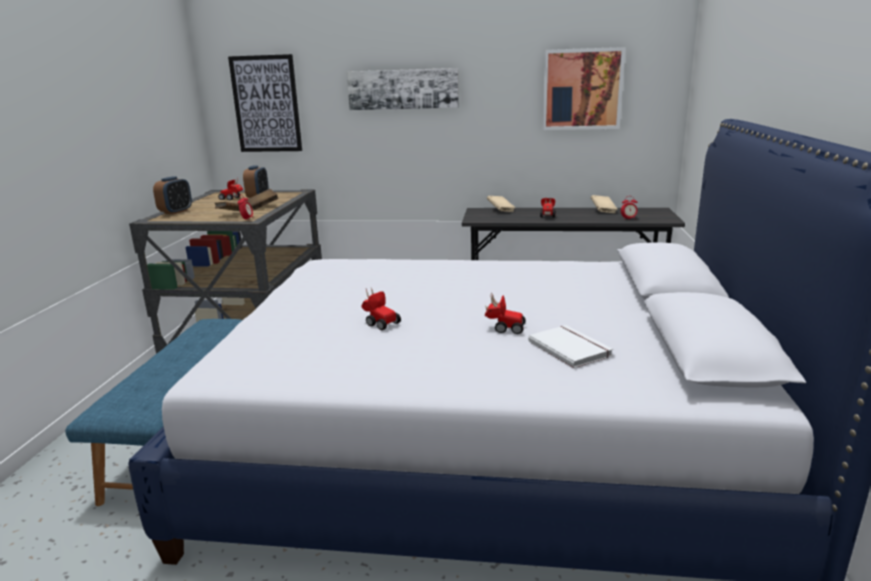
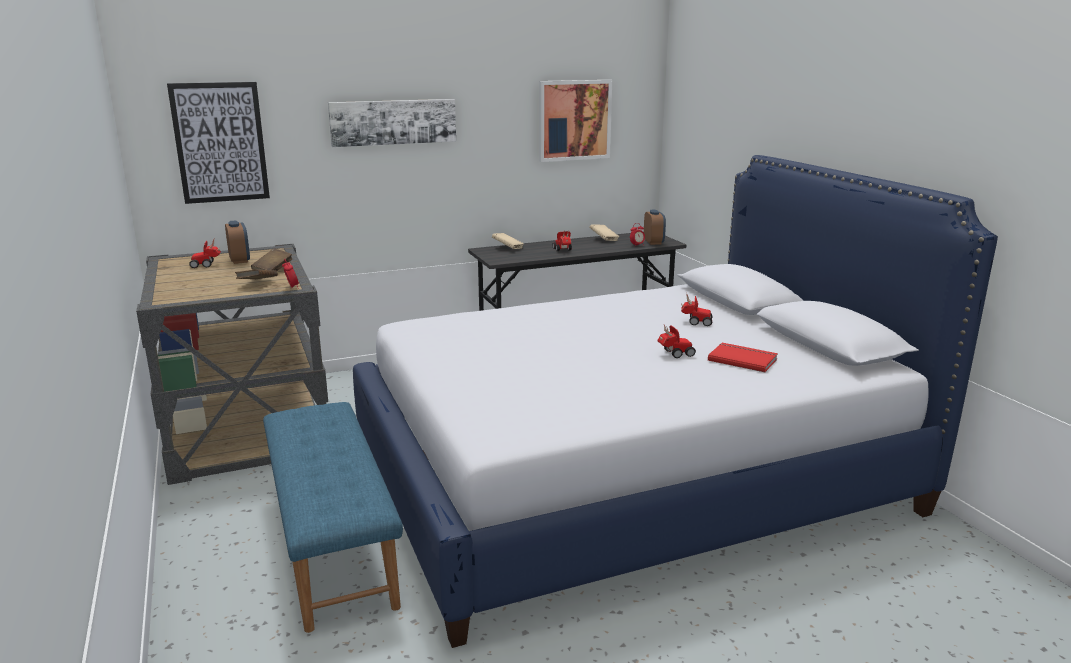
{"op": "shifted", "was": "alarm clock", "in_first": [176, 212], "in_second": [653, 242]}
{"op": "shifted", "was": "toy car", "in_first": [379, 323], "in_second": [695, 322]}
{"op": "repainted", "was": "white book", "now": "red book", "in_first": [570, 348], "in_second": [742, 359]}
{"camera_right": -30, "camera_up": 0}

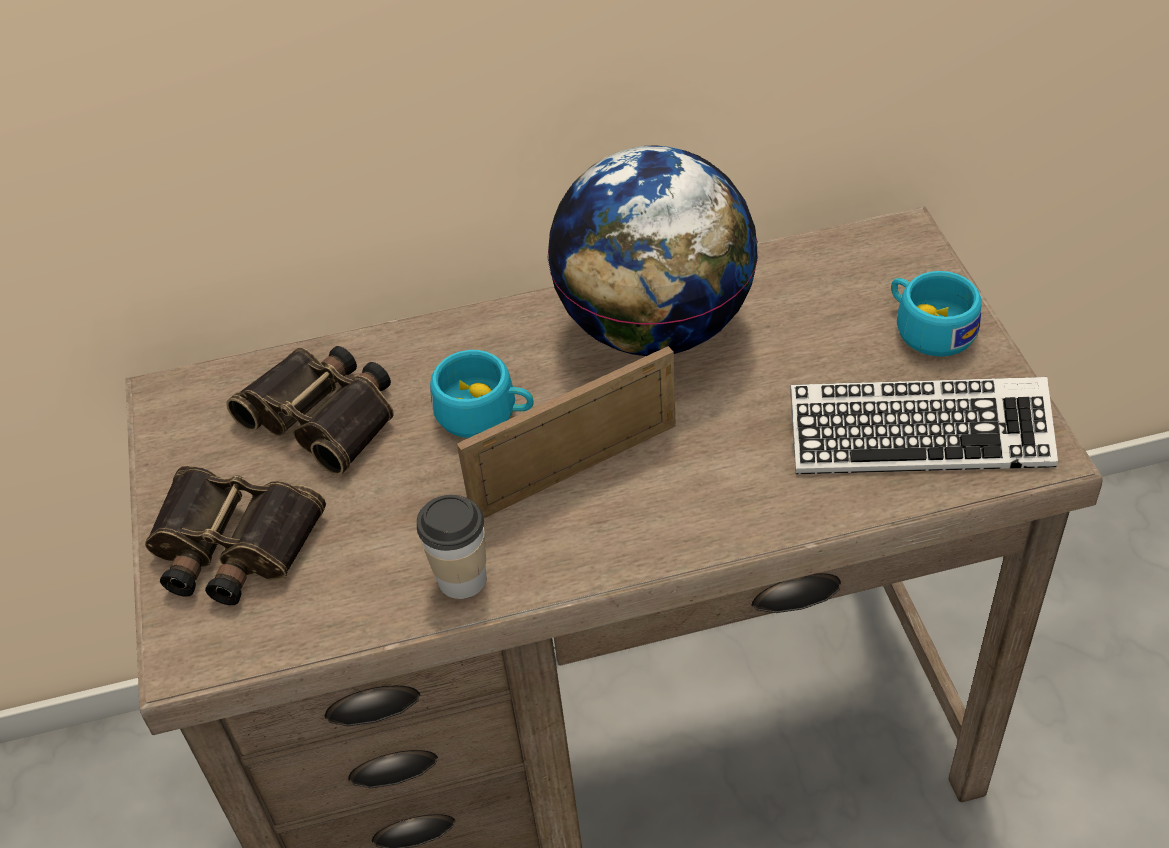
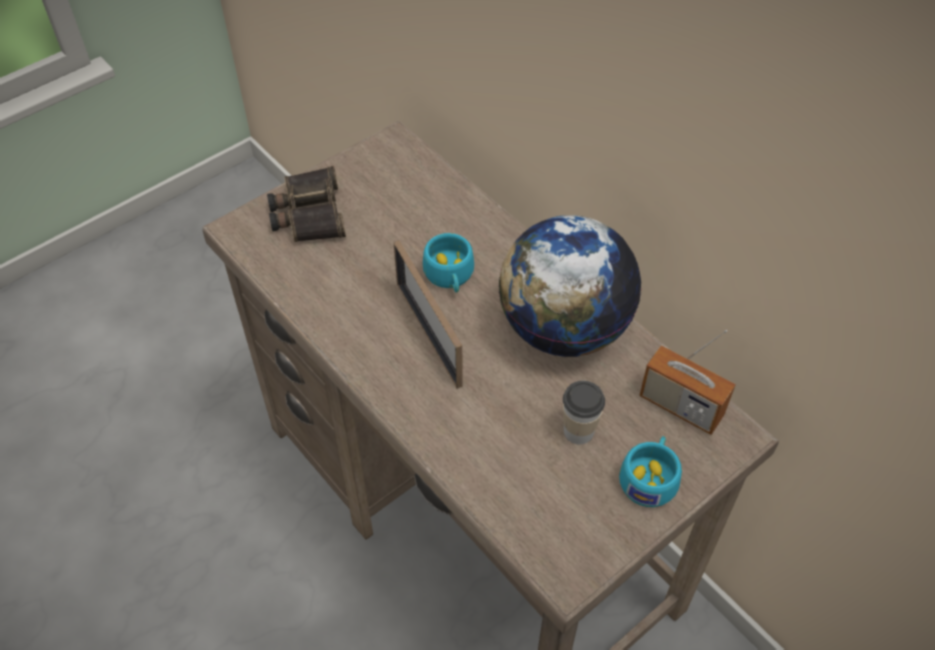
{"op": "gone", "was": "binoculars", "in_first": [325, 415]}
{"op": "gone", "was": "keyboard", "in_first": [919, 437]}
{"op": "new", "now": "radio", "in_second": [681, 406]}
{"op": "shifted", "was": "cup", "in_first": [462, 579], "in_second": [578, 431]}
{"op": "rotated", "was": "picture frame", "in_first": [575, 470], "in_second": [428, 333], "clockwise": -150}
{"camera_right": 60, "camera_up": 5}

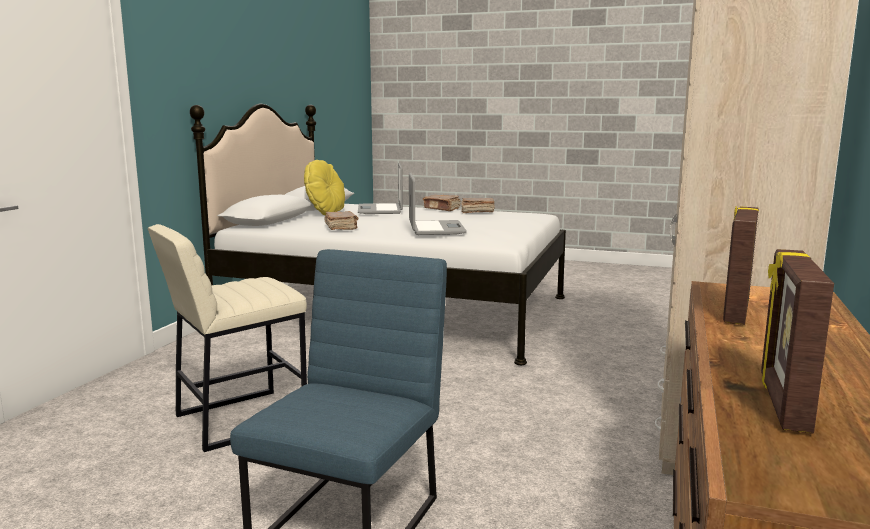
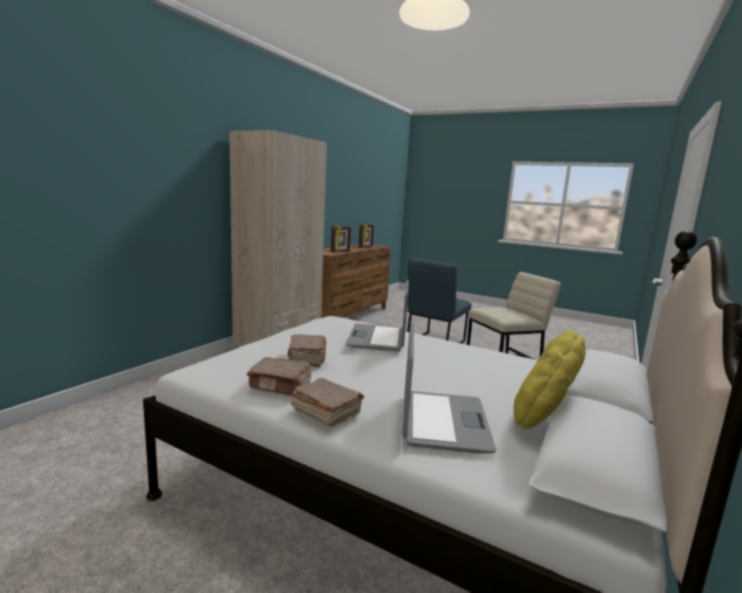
{"op": "shifted", "was": "brown book", "in_first": [341, 228], "in_second": [306, 359]}
{"camera_right": -170, "camera_up": 0}

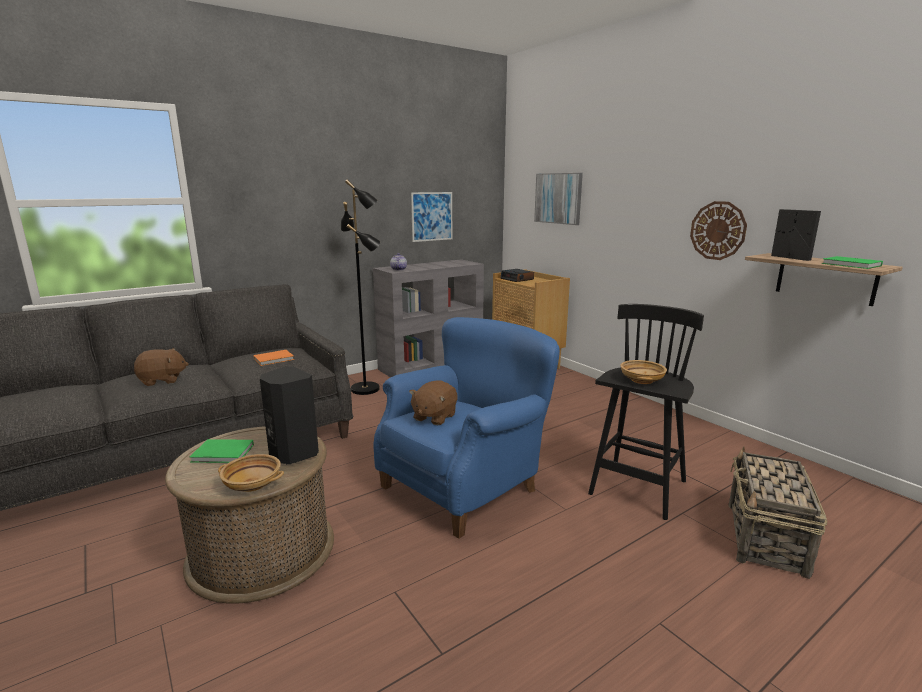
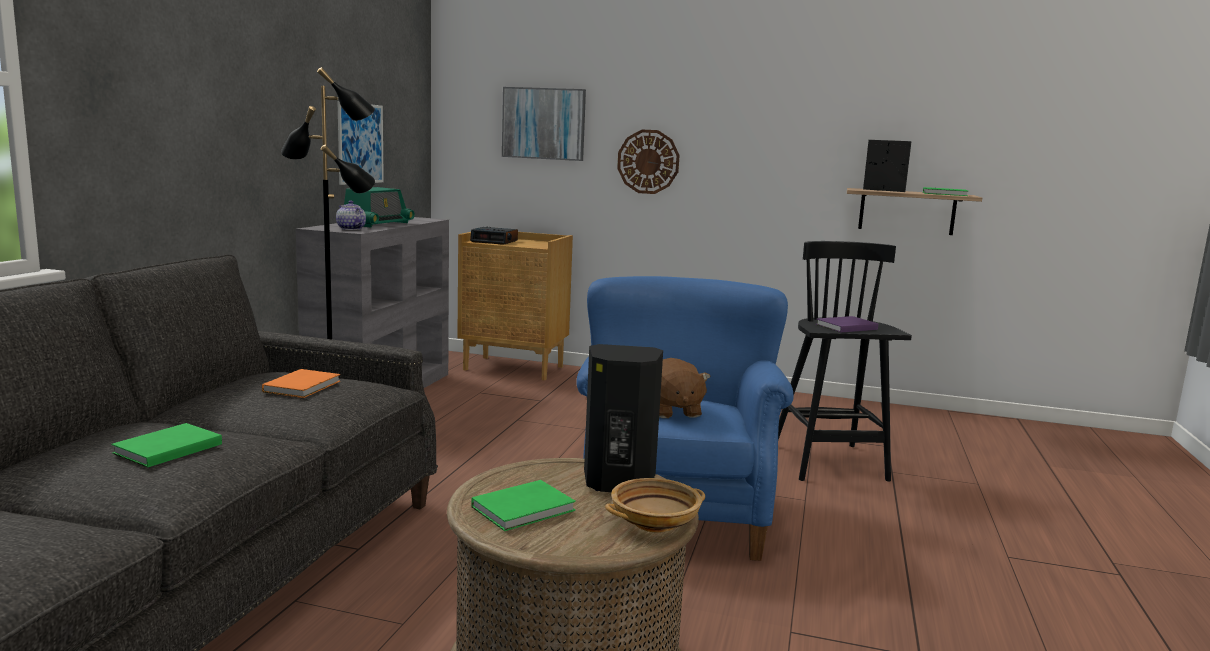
{"op": "gone", "was": "basket", "in_first": [765, 539]}
{"op": "new", "now": "radio", "in_second": [377, 224]}
{"op": "shifted", "was": "wall clock", "in_first": [718, 230], "in_second": [648, 161]}
{"op": "swapped", "was": "brown plush toy", "now": "green book", "in_first": [162, 380], "in_second": [165, 449]}
{"op": "swapped", "was": "beige bowl", "now": "purple book", "in_first": [641, 380], "in_second": [844, 327]}
{"camera_right": -40, "camera_up": -5}

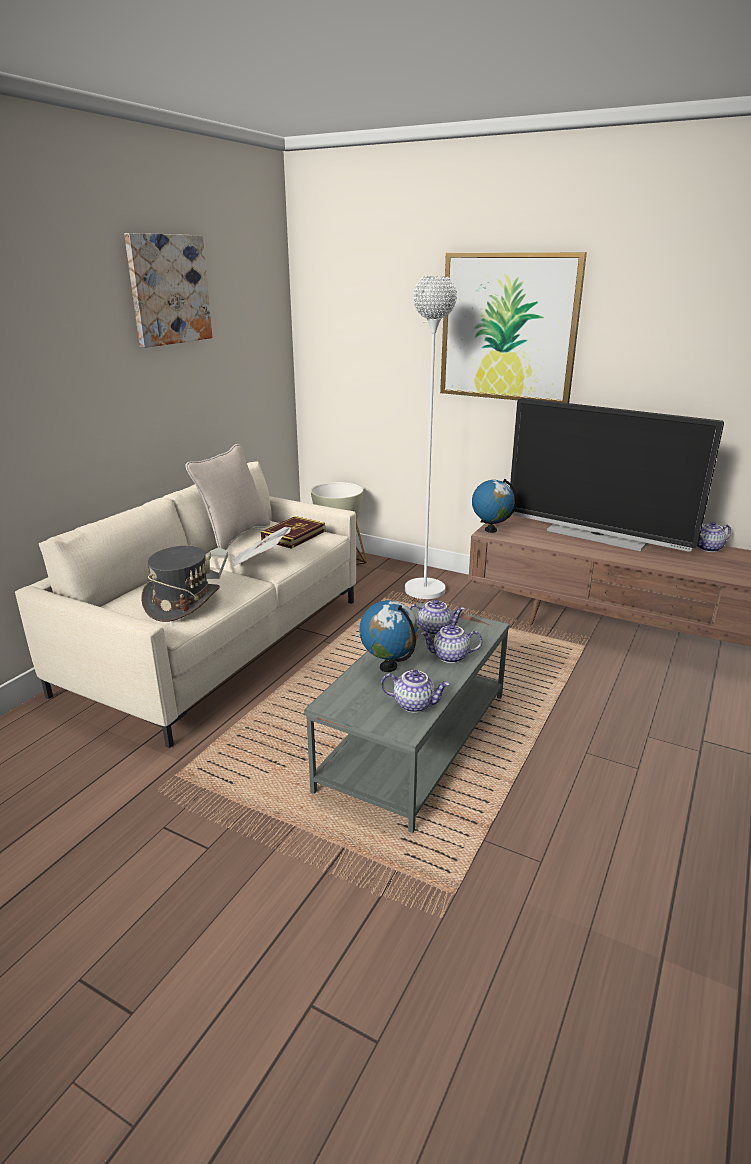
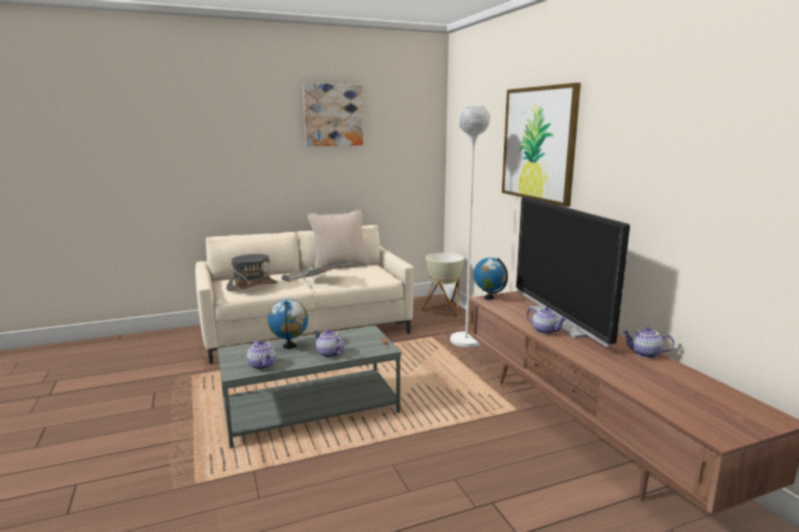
{"op": "gone", "was": "book", "in_first": [293, 536]}
{"op": "shifted", "was": "teapot", "in_first": [435, 629], "in_second": [545, 331]}
{"camera_right": 40, "camera_up": -10}

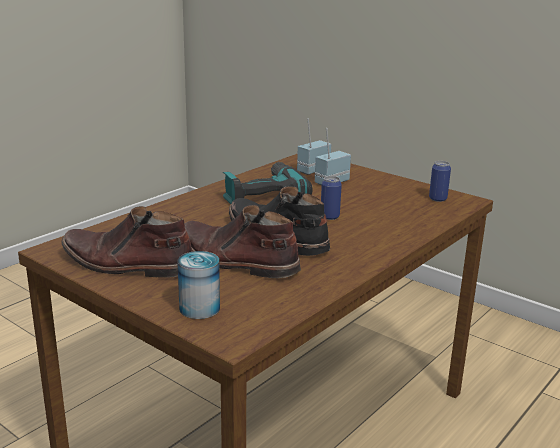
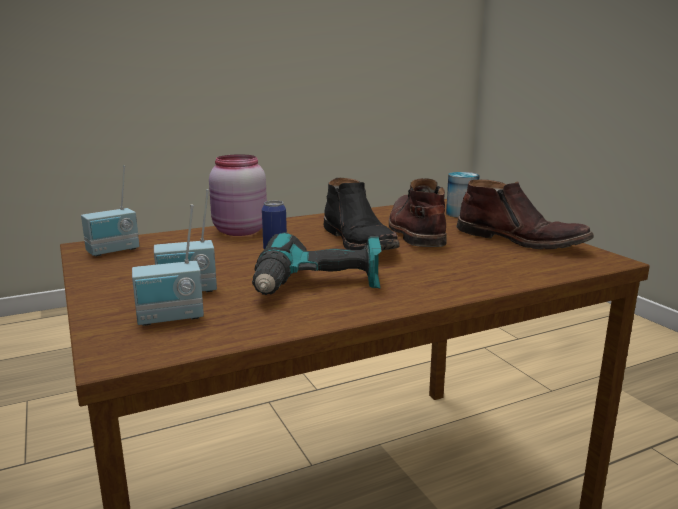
{"op": "new", "now": "pink jar", "in_second": [239, 231]}
{"op": "swapped", "was": "can", "now": "radio", "in_first": [437, 199], "in_second": [114, 251]}
{"op": "rotated", "was": "brown boot", "in_first": [236, 260], "in_second": [415, 231], "clockwise": -150}
{"camera_right": -155, "camera_up": -5}

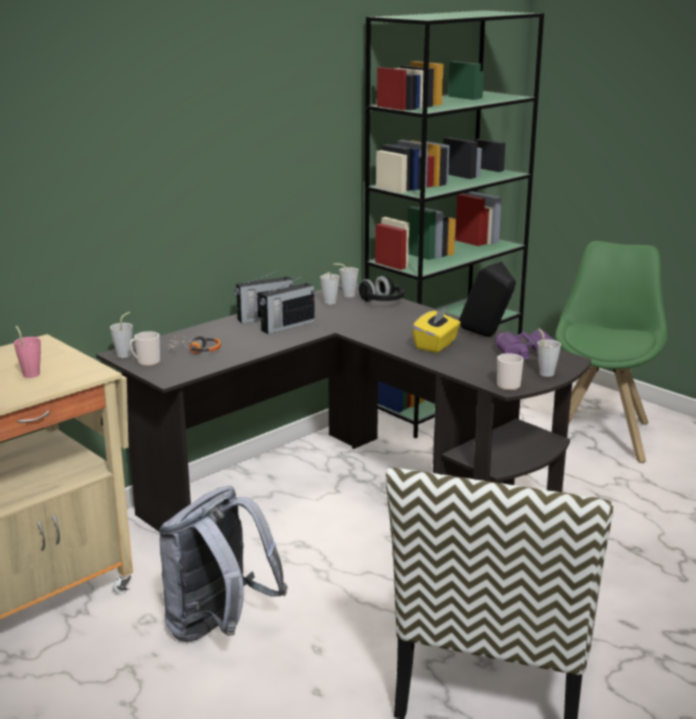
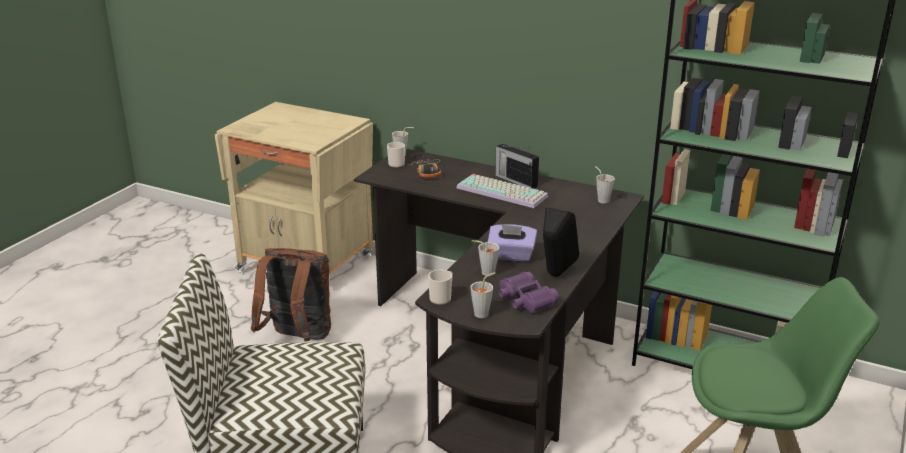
{"op": "gone", "was": "pink cup", "in_first": [30, 373]}
{"op": "gone", "was": "black headphones", "in_first": [381, 302]}
{"op": "shifted", "was": "grey cup", "in_first": [328, 303], "in_second": [485, 272]}
{"op": "swapped", "was": "radio", "now": "keyboard", "in_first": [287, 326], "in_second": [503, 192]}
{"op": "repainted", "was": "grey backpack", "now": "brown backpack", "in_first": [218, 628], "in_second": [297, 338]}
{"op": "repainted", "was": "yellow tissue box", "now": "purple tissue box", "in_first": [436, 345], "in_second": [511, 255]}
{"camera_right": 70, "camera_up": 5}

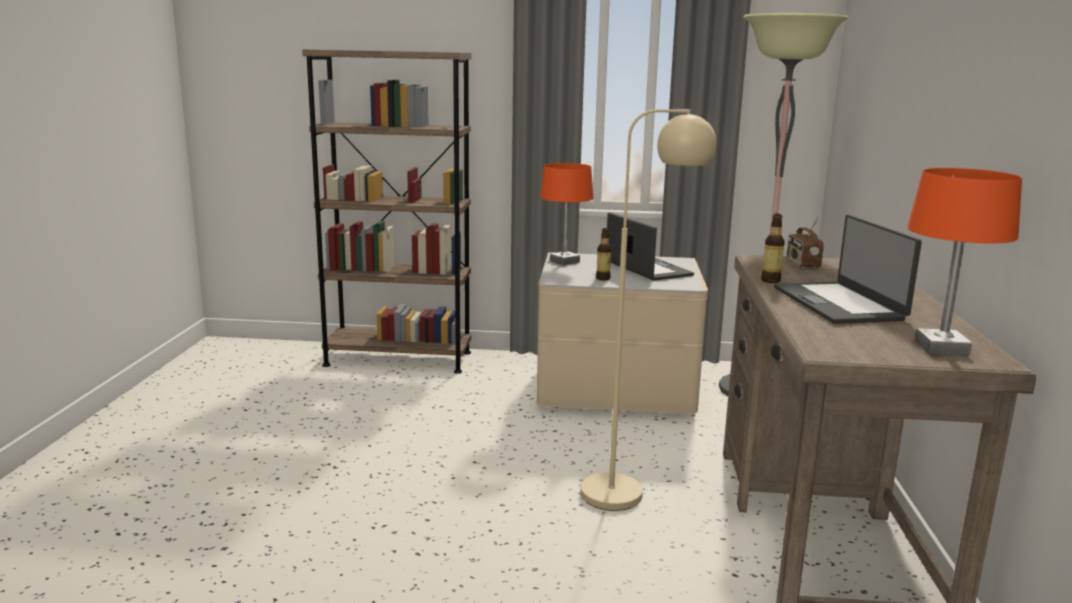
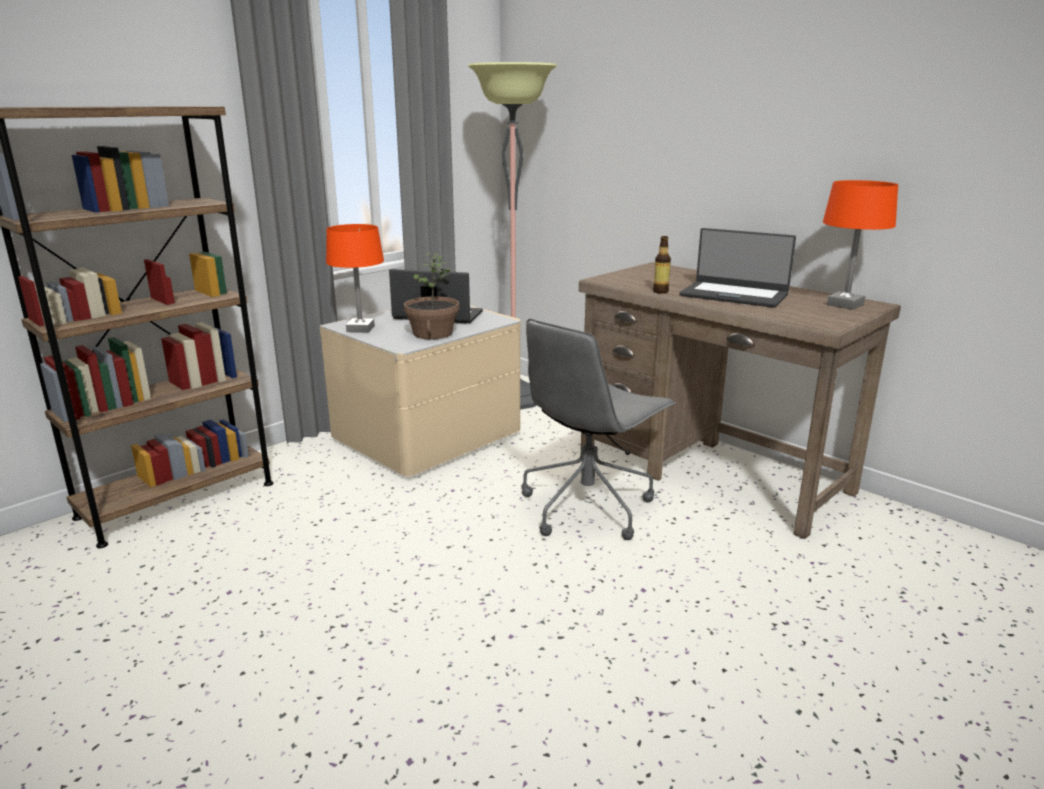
{"op": "gone", "was": "radio", "in_first": [802, 264]}
{"op": "swapped", "was": "beige floor lamp", "now": "grey office chair", "in_first": [631, 495], "in_second": [590, 506]}
{"op": "swapped", "was": "bottle", "now": "potted plant", "in_first": [603, 278], "in_second": [432, 333]}
{"camera_right": -50, "camera_up": 5}

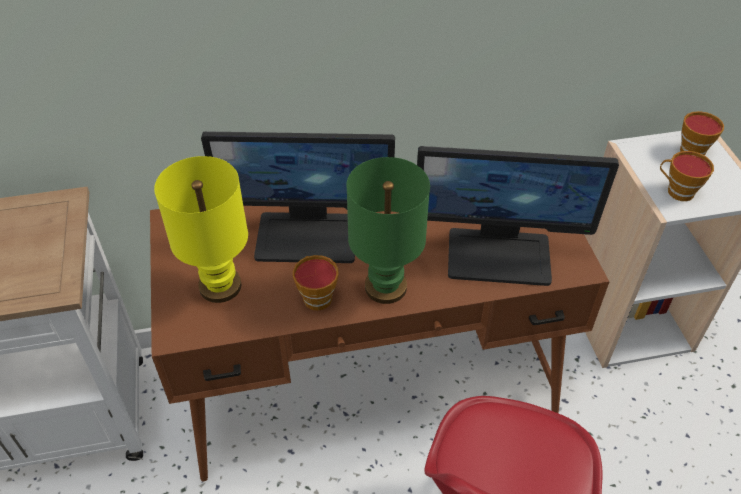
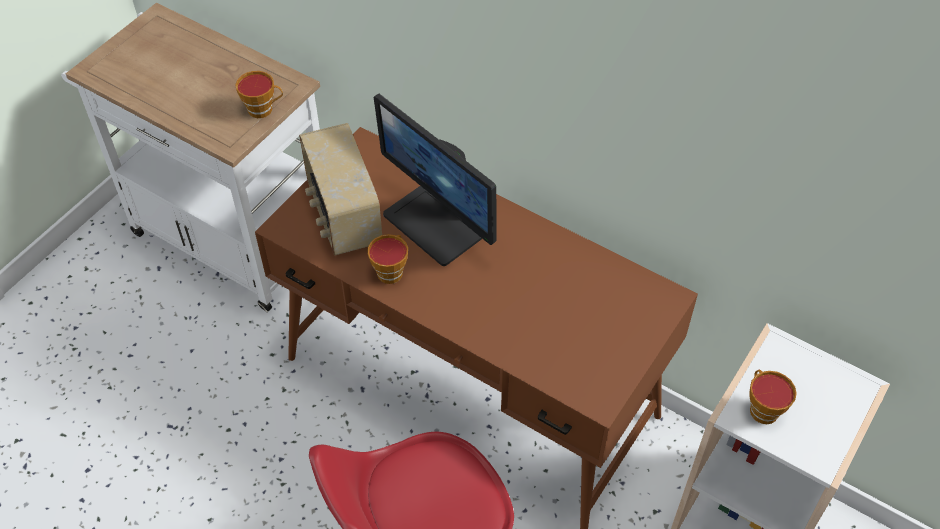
{"op": "gone", "was": "green table lamp", "in_first": [386, 288]}
{"op": "gone", "was": "monitor", "in_first": [499, 255]}
{"op": "shifted", "was": "cup", "in_first": [693, 149], "in_second": [263, 109]}
{"op": "swapped", "was": "yellow table lamp", "now": "radio", "in_first": [221, 285], "in_second": [343, 216]}
{"camera_right": 45, "camera_up": 5}

